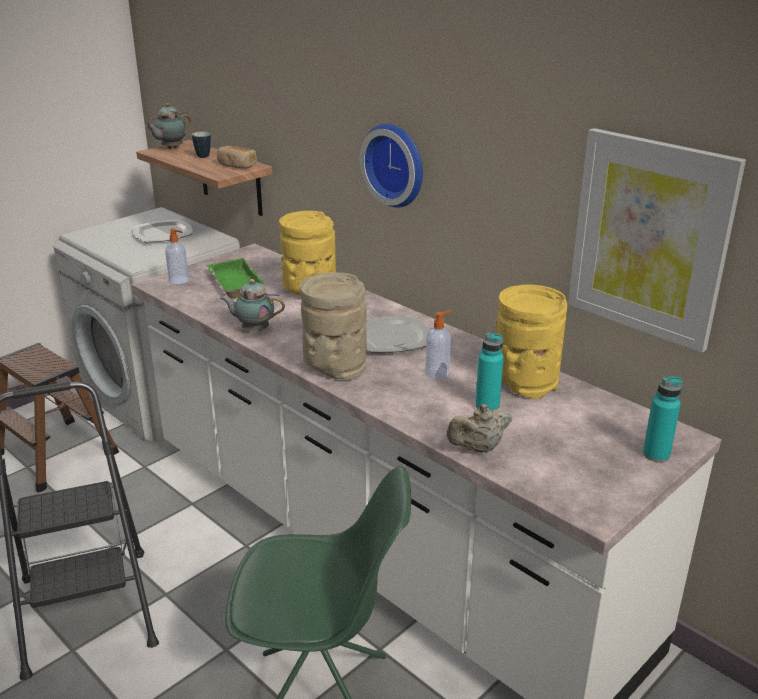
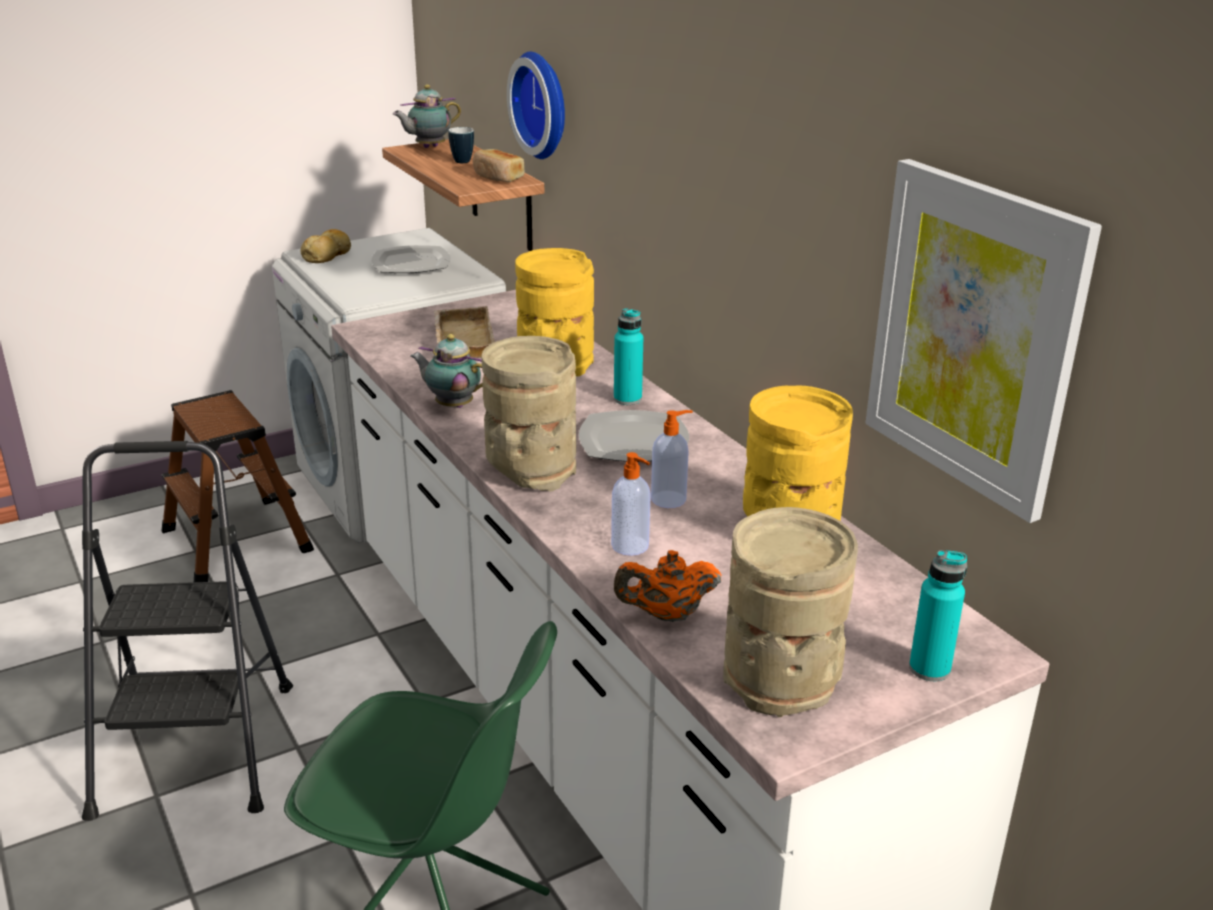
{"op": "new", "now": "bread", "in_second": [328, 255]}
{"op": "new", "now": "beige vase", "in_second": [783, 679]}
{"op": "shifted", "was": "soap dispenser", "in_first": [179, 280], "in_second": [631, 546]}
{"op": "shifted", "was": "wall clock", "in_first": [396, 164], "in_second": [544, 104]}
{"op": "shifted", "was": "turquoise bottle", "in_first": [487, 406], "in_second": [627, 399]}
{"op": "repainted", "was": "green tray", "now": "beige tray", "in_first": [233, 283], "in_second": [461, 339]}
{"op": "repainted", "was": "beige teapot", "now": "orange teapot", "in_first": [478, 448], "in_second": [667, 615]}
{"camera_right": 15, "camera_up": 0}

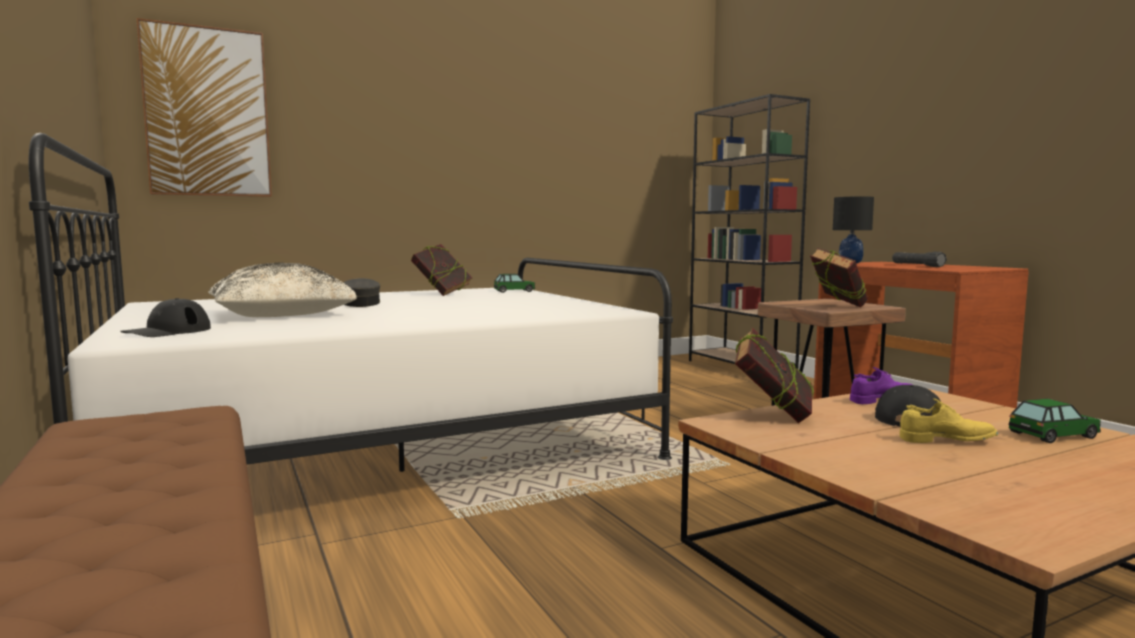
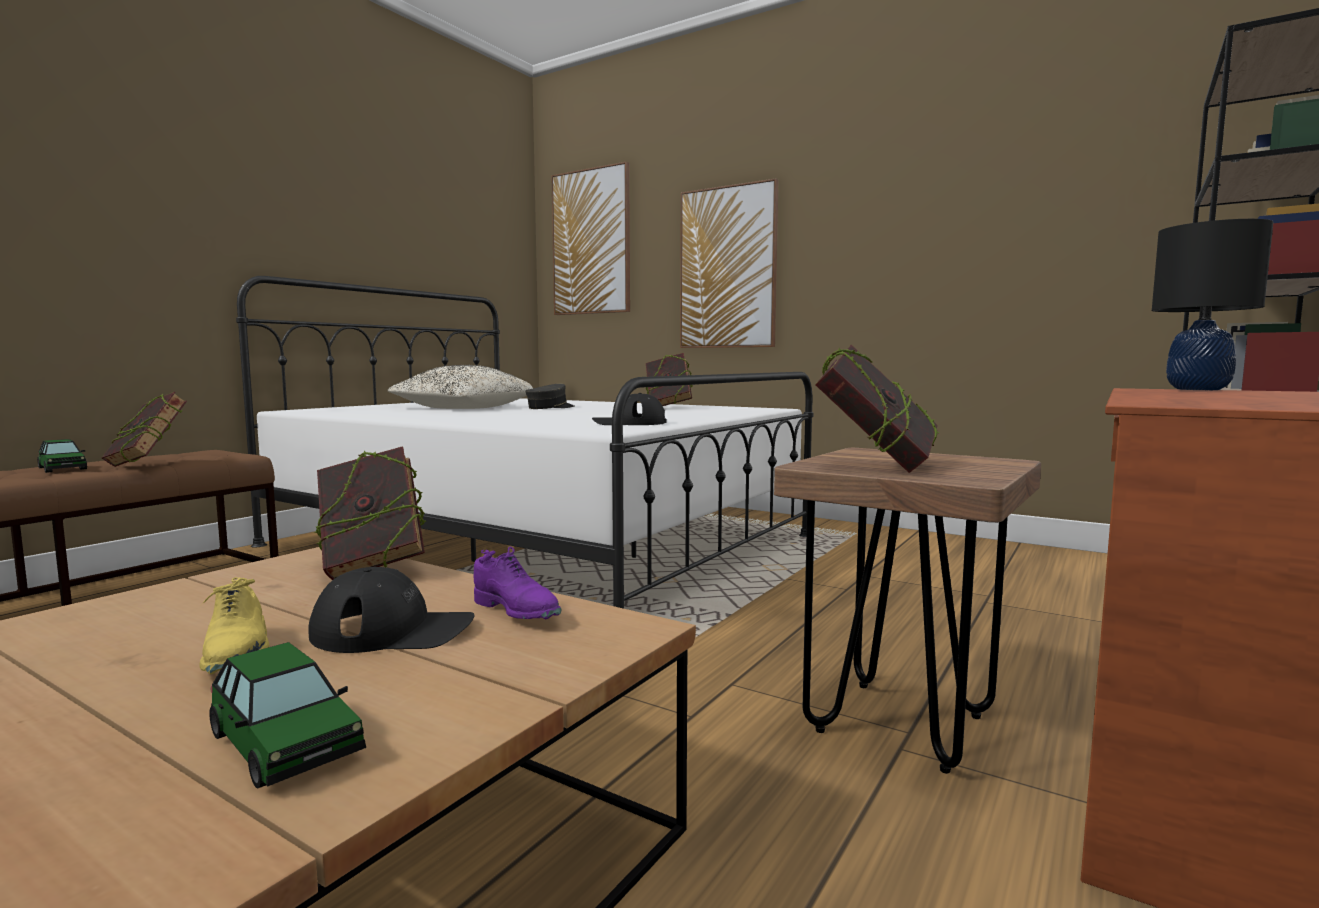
{"op": "gone", "was": "black flashlight", "in_first": [917, 266]}
{"op": "new", "now": "book", "in_second": [148, 465]}
{"op": "new", "now": "picture", "in_second": [728, 268]}
{"op": "shifted", "was": "black cap", "in_first": [167, 332], "in_second": [629, 423]}
{"op": "shifted", "was": "toy car", "in_first": [514, 291], "in_second": [62, 468]}
{"camera_right": 60, "camera_up": 0}

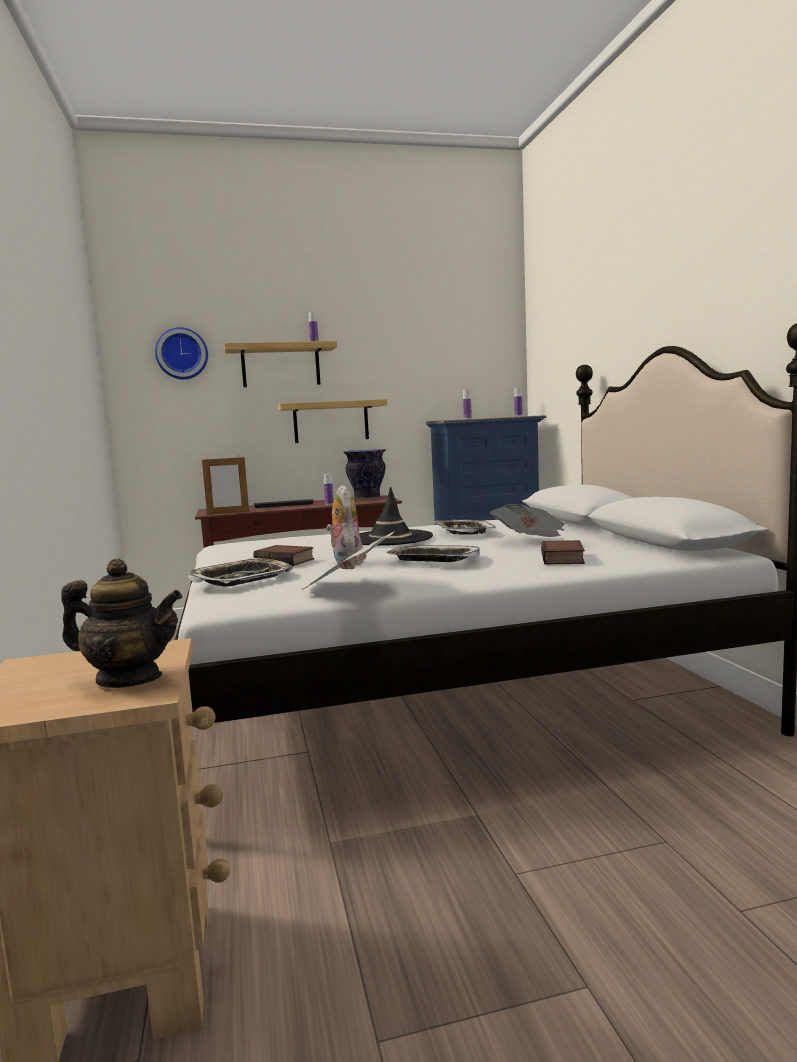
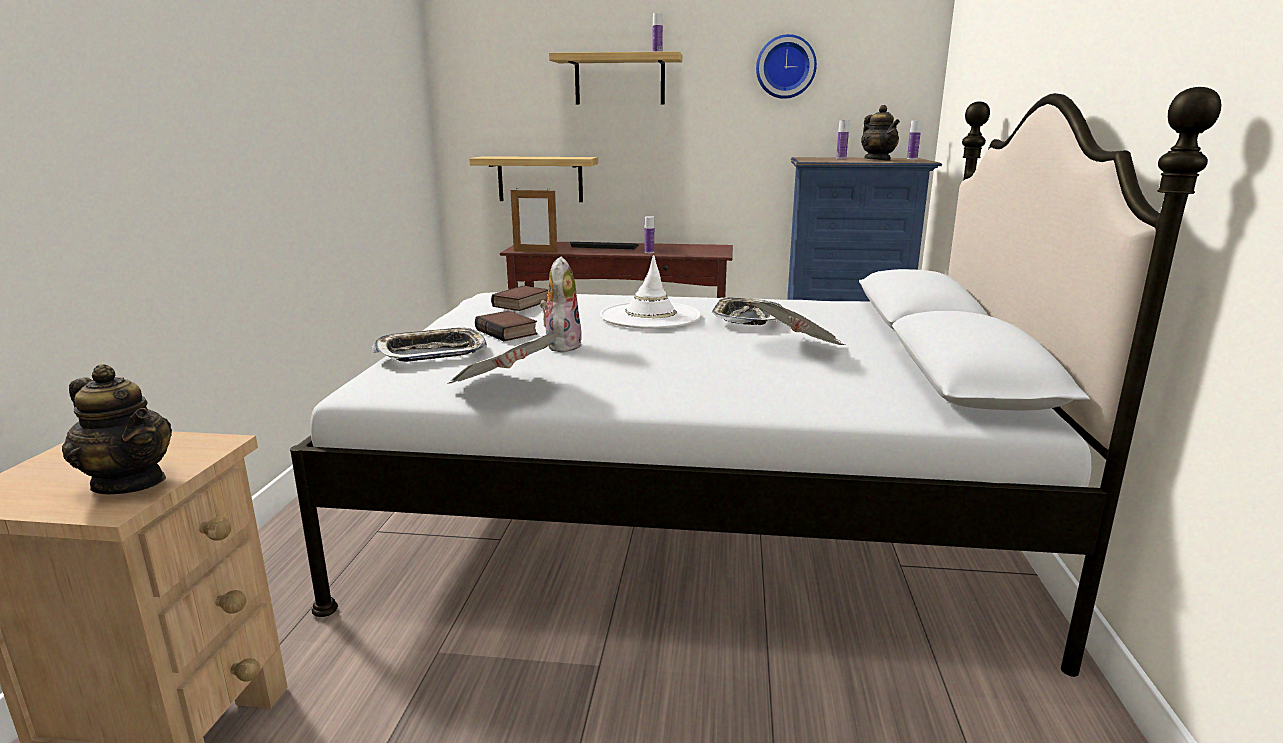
{"op": "gone", "was": "vase", "in_first": [366, 498]}
{"op": "gone", "was": "tray", "in_first": [433, 560]}
{"op": "new", "now": "teapot", "in_second": [877, 160]}
{"op": "shifted", "was": "wall clock", "in_first": [182, 354], "in_second": [785, 67]}
{"op": "shifted", "was": "shelf", "in_first": [331, 422], "in_second": [540, 179]}
{"op": "shifted", "was": "book", "in_first": [564, 558], "in_second": [522, 304]}
{"op": "repainted", "was": "black hat", "now": "white hat", "in_first": [390, 538], "in_second": [650, 316]}
{"camera_right": 20, "camera_up": 10}

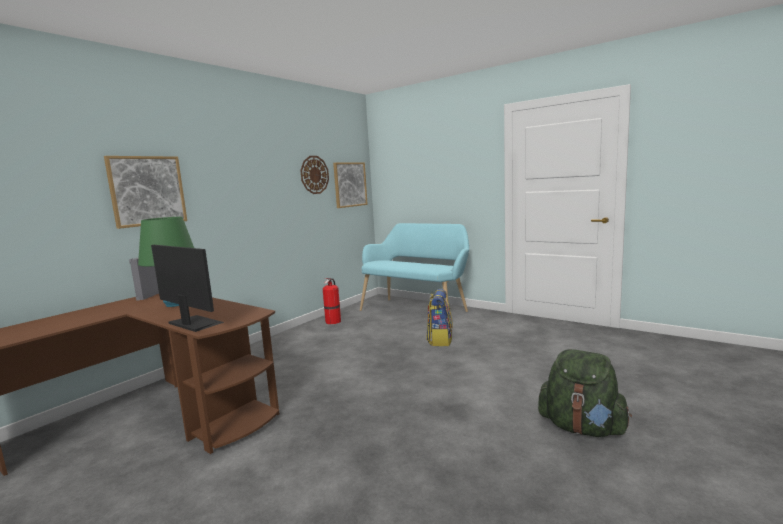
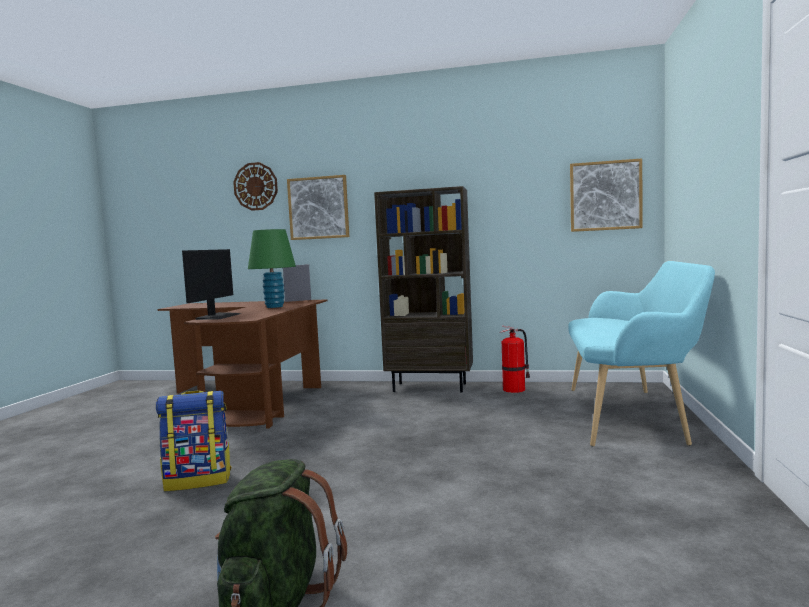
{"op": "new", "now": "brown bookcase", "in_second": [430, 387]}
{"op": "shifted", "was": "wall clock", "in_first": [314, 175], "in_second": [255, 186]}
{"op": "shifted", "was": "backpack", "in_first": [440, 340], "in_second": [199, 480]}
{"camera_right": 65, "camera_up": -5}

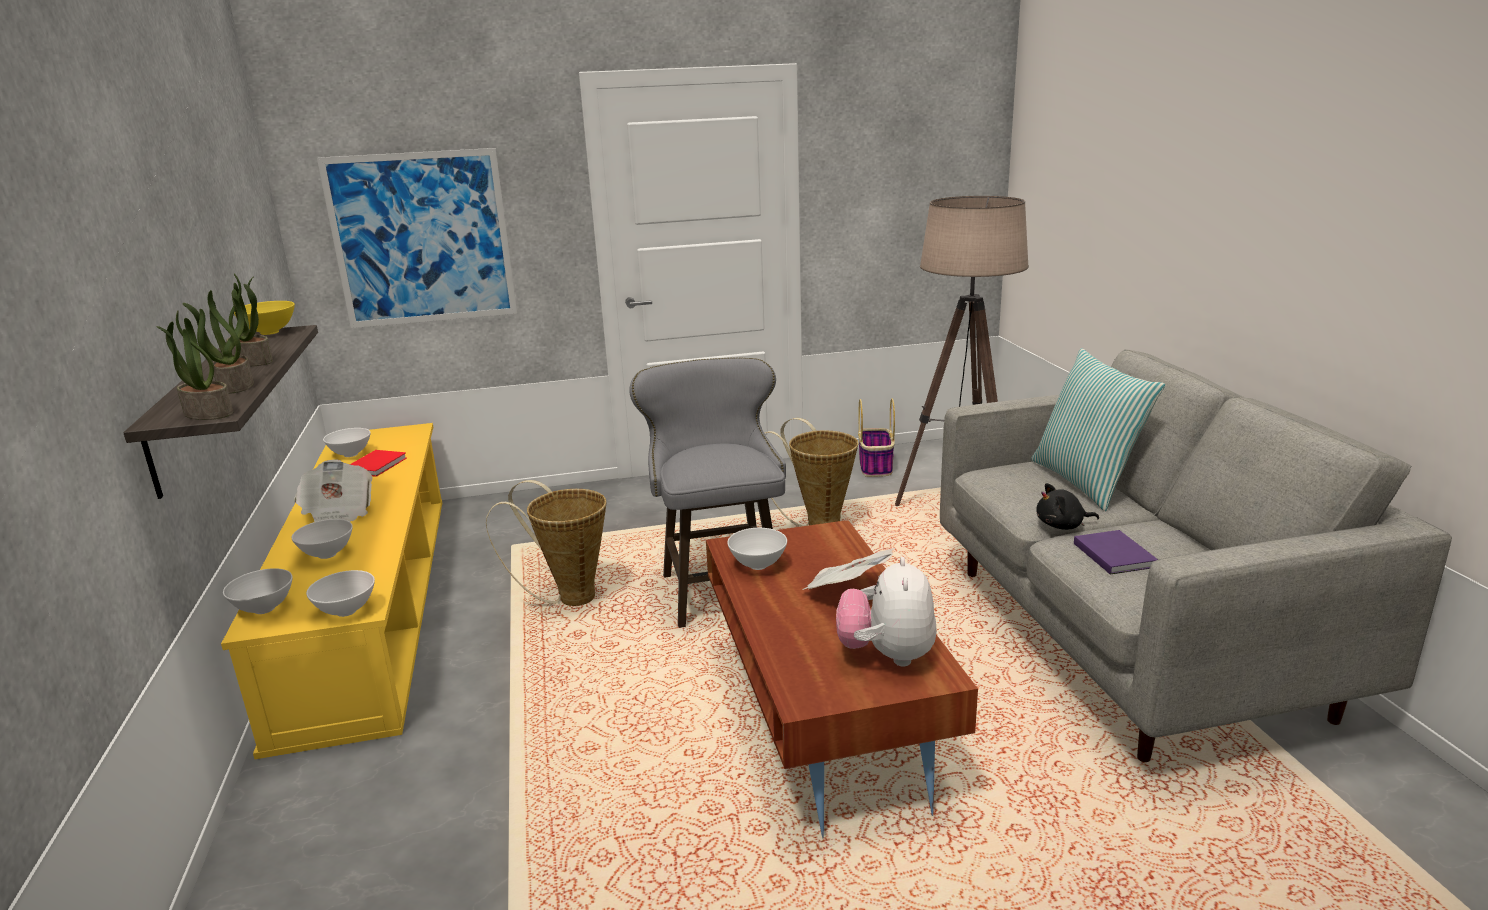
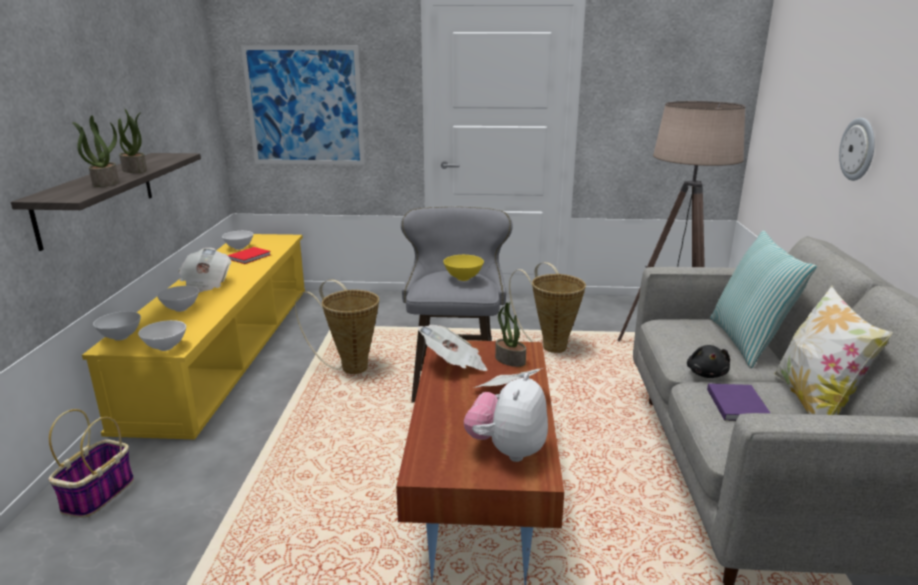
{"op": "new", "now": "pillow", "in_second": [814, 404]}
{"op": "new", "now": "wall clock", "in_second": [858, 149]}
{"op": "shifted", "was": "potted plant", "in_first": [207, 413], "in_second": [509, 360]}
{"op": "shifted", "was": "yellow bowl", "in_first": [269, 333], "in_second": [463, 278]}
{"op": "shifted", "was": "basket", "in_first": [876, 467], "in_second": [98, 495]}
{"op": "swapped", "was": "white bowl", "now": "newspaper", "in_first": [758, 565], "in_second": [454, 364]}
{"op": "rotated", "was": "black plush toy", "in_first": [1062, 525], "in_second": [706, 373], "clockwise": -90}
{"camera_right": 15, "camera_up": 0}

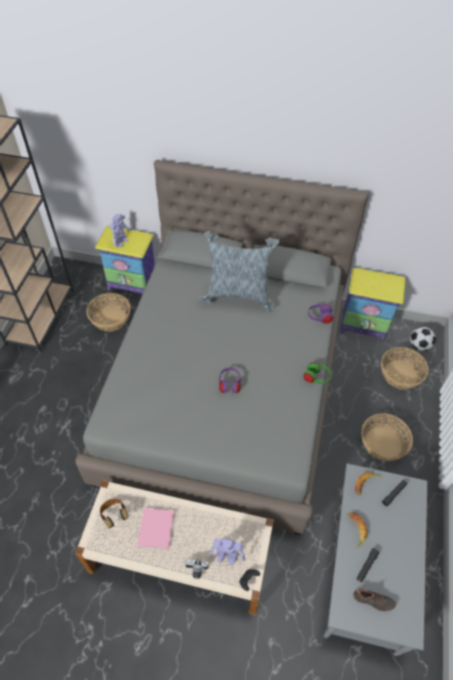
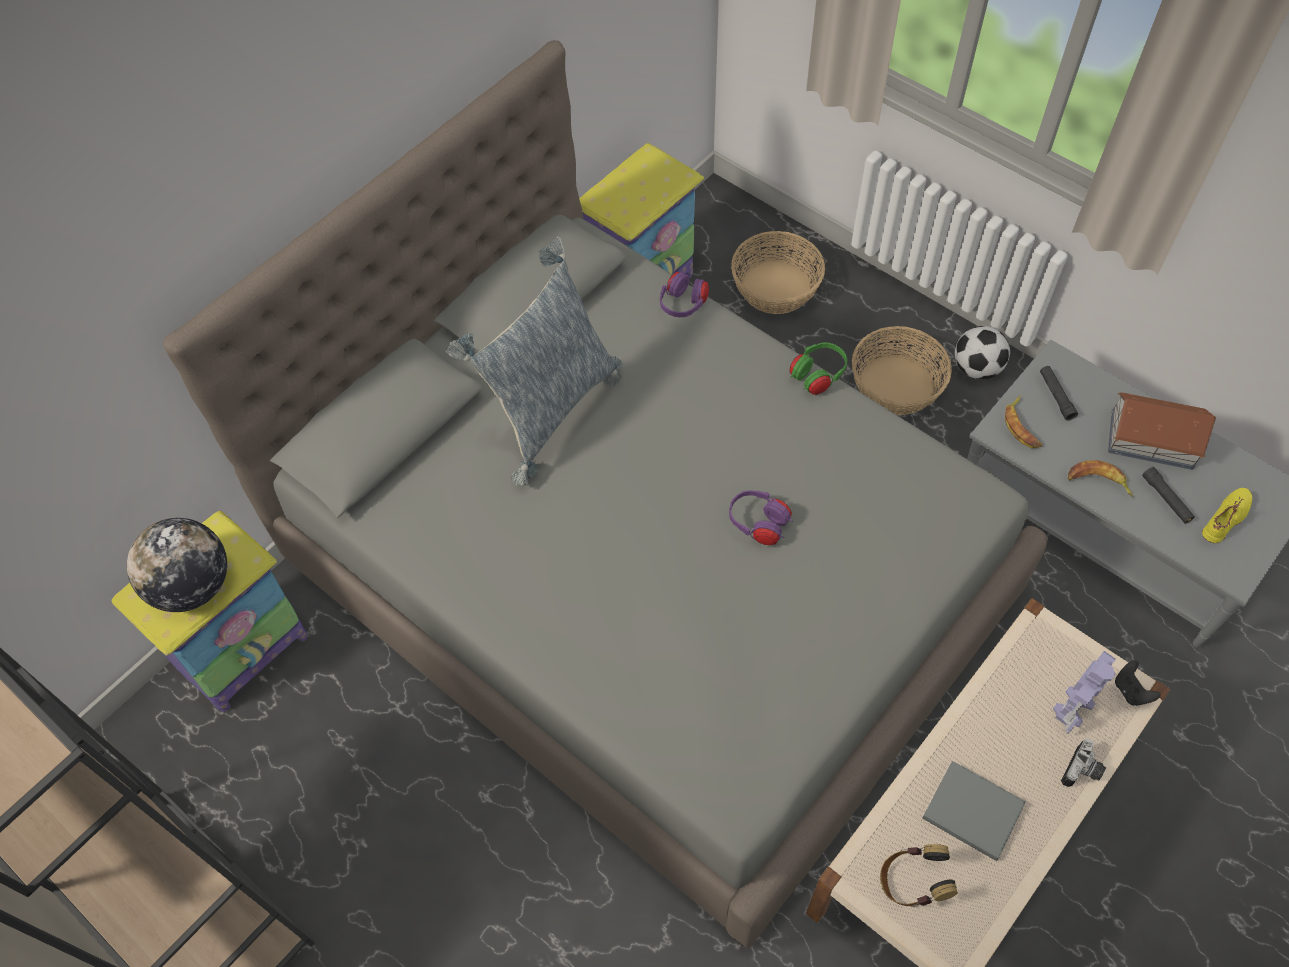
{"op": "gone", "was": "basket", "in_first": [111, 318]}
{"op": "new", "now": "toy house", "in_second": [1150, 438]}
{"op": "shifted", "was": "football", "in_first": [419, 346], "in_second": [977, 368]}
{"op": "swapped", "was": "toy robot", "now": "globe", "in_first": [121, 241], "in_second": [193, 586]}
{"op": "repainted", "was": "pink book", "now": "grey book", "in_first": [156, 527], "in_second": [970, 810]}
{"op": "repainted", "was": "black shoe", "now": "yellow shoe", "in_first": [373, 601], "in_second": [1226, 519]}
{"camera_right": -60, "camera_up": 5}

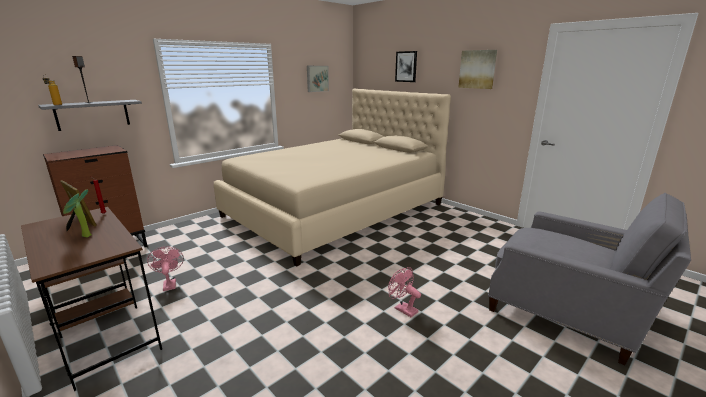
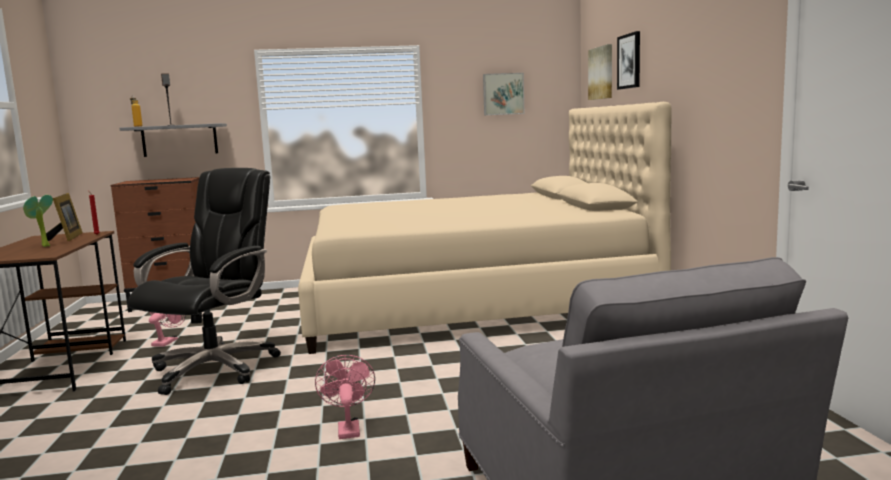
{"op": "new", "now": "black office chair", "in_second": [215, 368]}
{"op": "shifted", "was": "picture", "in_first": [477, 69], "in_second": [601, 73]}
{"camera_right": 35, "camera_up": -10}

